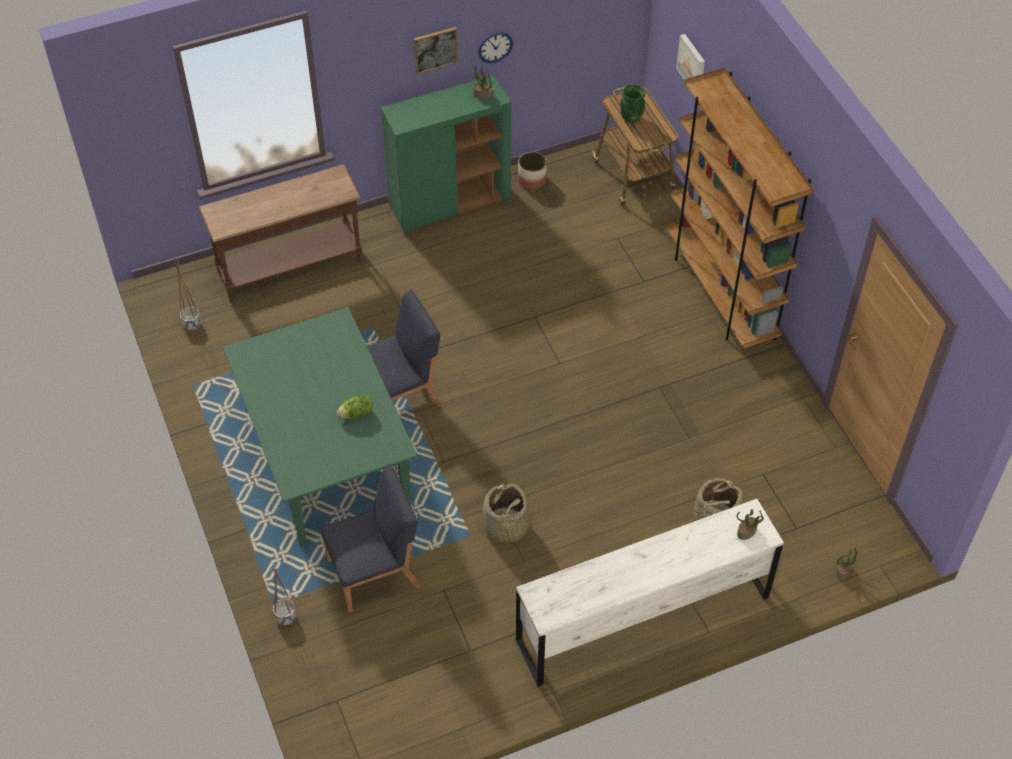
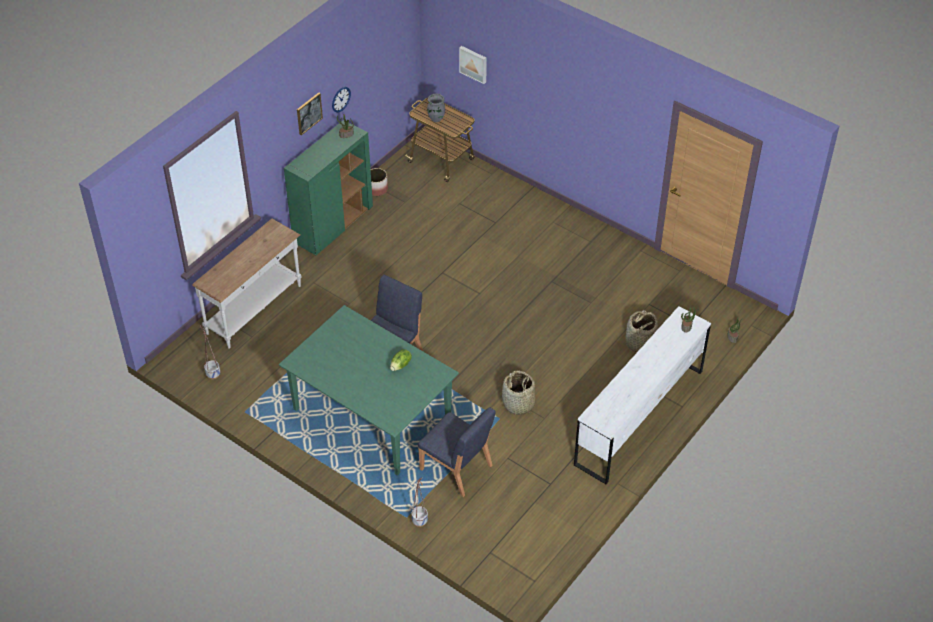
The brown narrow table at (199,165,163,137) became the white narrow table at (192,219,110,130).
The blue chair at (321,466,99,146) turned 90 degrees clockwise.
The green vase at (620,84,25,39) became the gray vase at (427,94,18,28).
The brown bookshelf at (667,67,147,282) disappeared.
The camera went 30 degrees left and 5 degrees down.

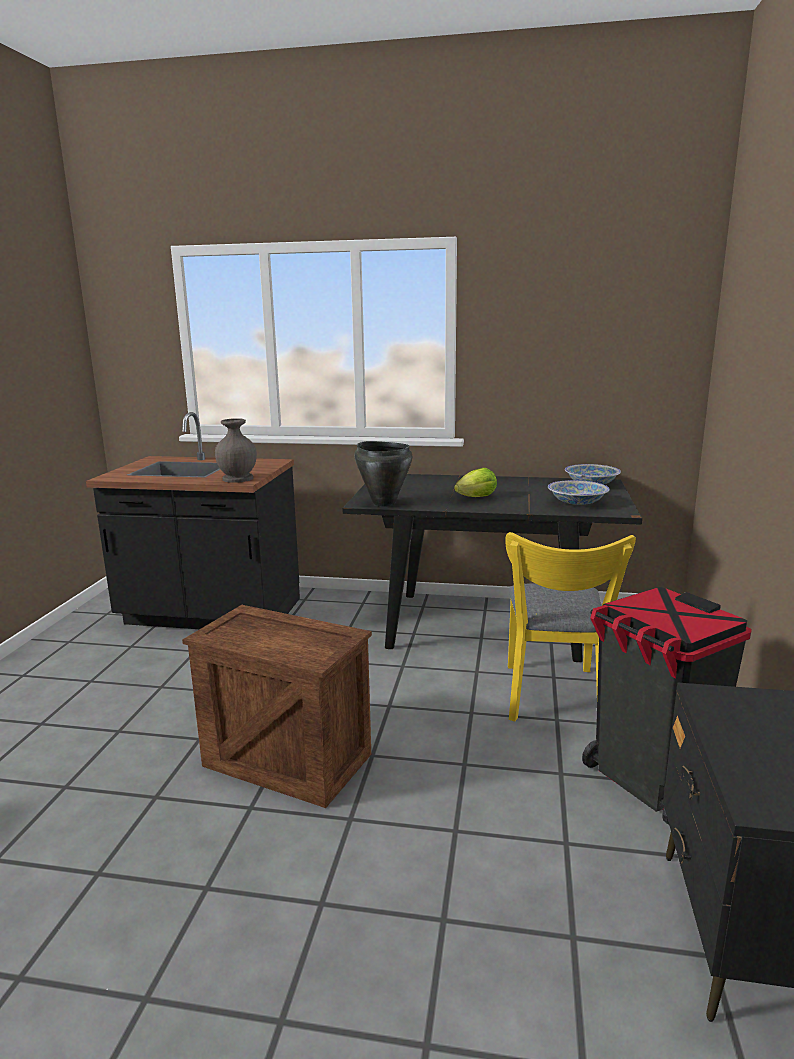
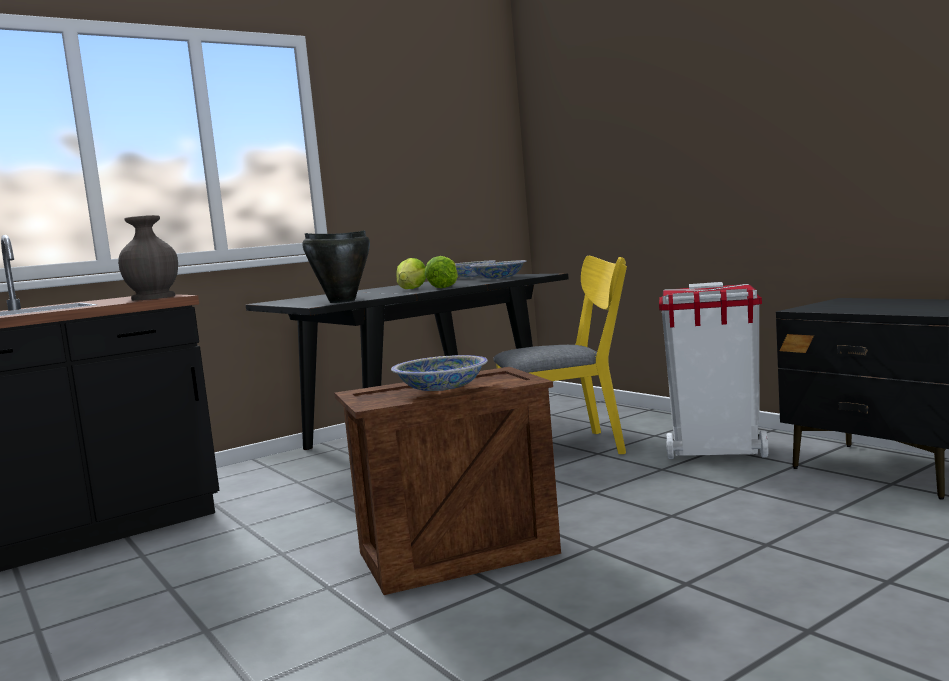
The bowl at (391,355,97,36) appeared.
The lettuce head at (425,256,33,32) appeared.
The yellow-coloured chair at (505,532,131,190) turned 60 degrees counterclockwise.
The black-coloured rubbish bin at (582,587,170,238) became the white rubbish bin at (659,282,109,177).
The camera went 45 degrees left and 10 degrees down.

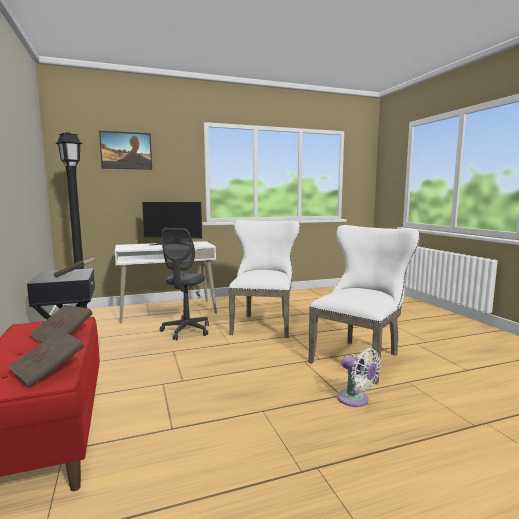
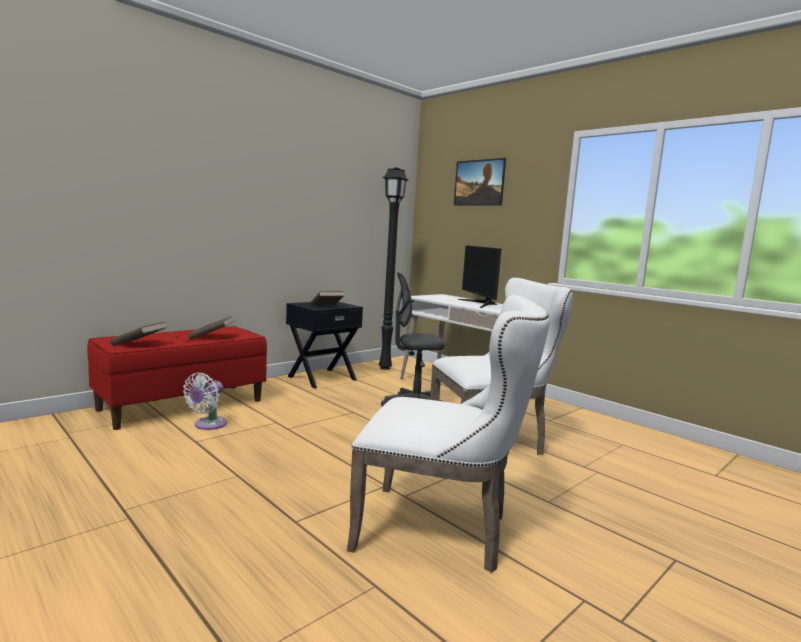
The white electric fan moved from (337,348,44,59) to (183,373,44,57).
The camera went 65 degrees right and 0 degrees up.

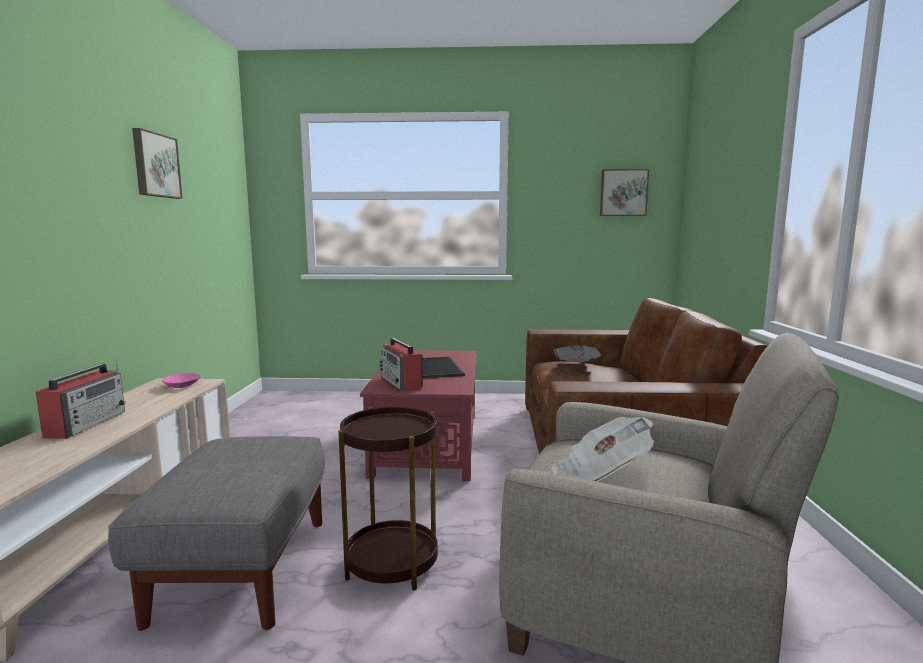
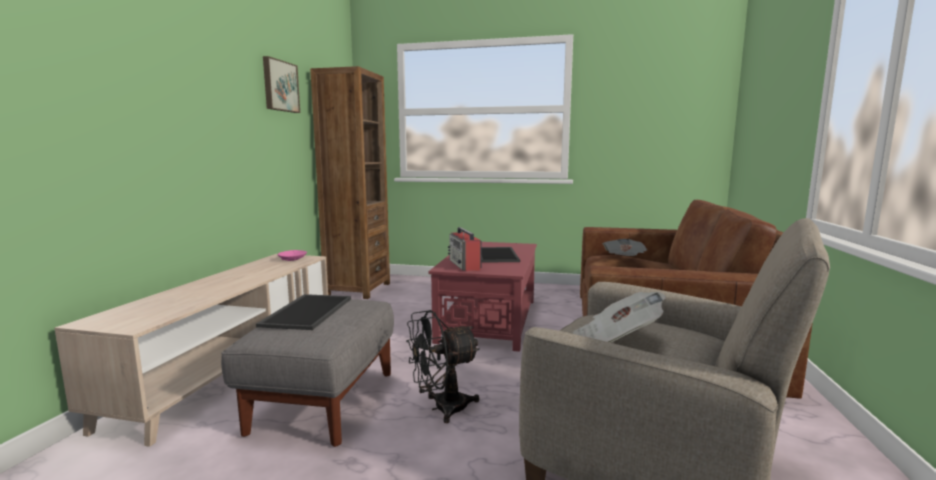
The serving tray at (256,294,95,36) appeared.
The brown bookshelf at (310,66,80,233) appeared.
The brown accent table at (338,407,100,184) was replaced by the black-coloured electric fan at (406,310,74,113).
The radio at (36,360,90,79) disappeared.
The wall picture at (600,169,49,47) disappeared.
The camera went 10 degrees right and 0 degrees up.

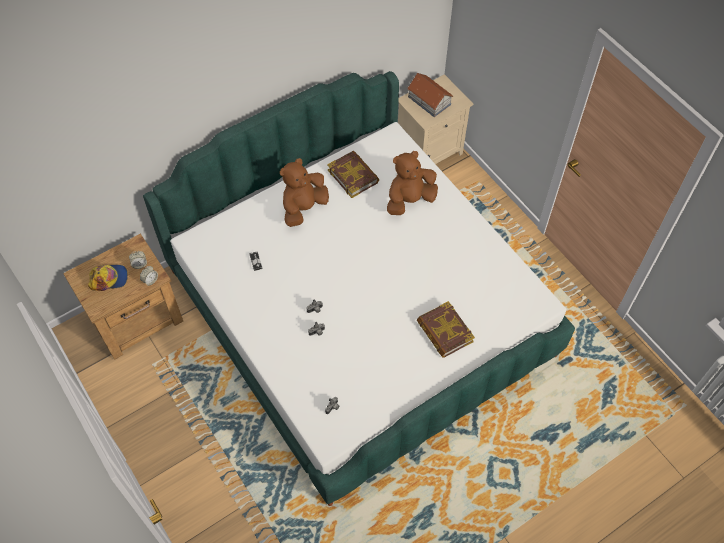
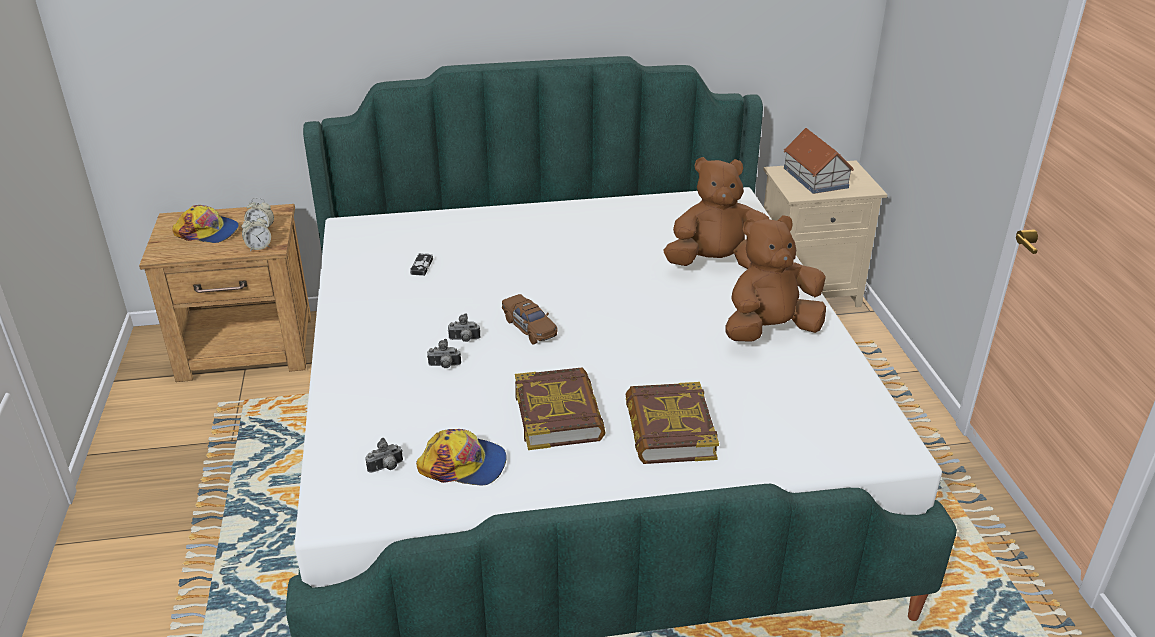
The peaked cap at (416,429,91,57) appeared.
The brown miniature car at (502,294,56,50) appeared.
The volume moved from (327,151,52,47) to (515,367,91,83).
The brown soft toy moved from (280,158,49,69) to (725,215,101,127).
The camera went 25 degrees right and 25 degrees down.

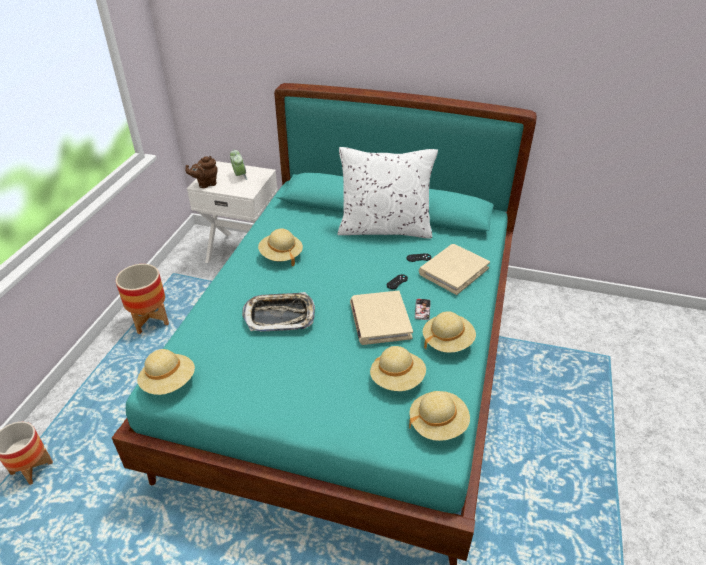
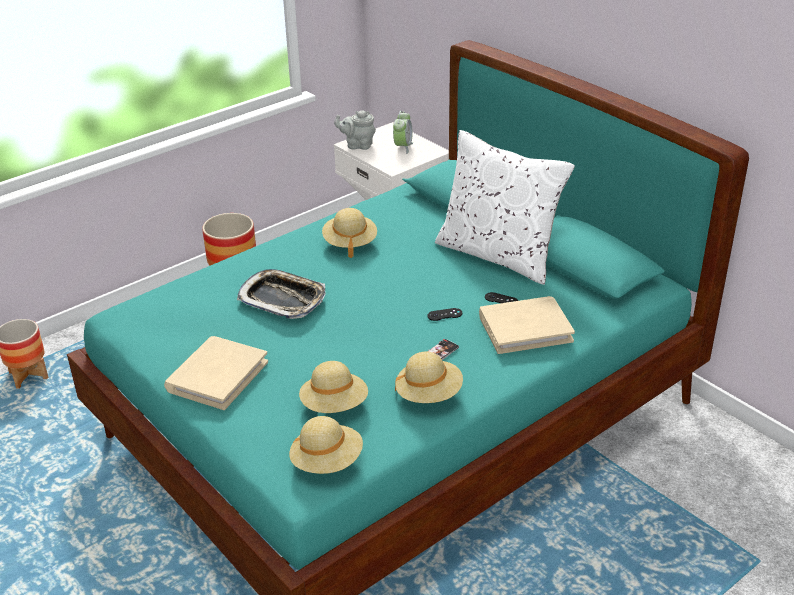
The beige volume moved from (350,290,63,55) to (164,336,104,74).
The brown pot for tea at (185,156,33,32) became the gray pot for tea at (334,110,42,40).
The beige hat at (137,349,58,46) disappeared.
The camera went 35 degrees right and 5 degrees down.

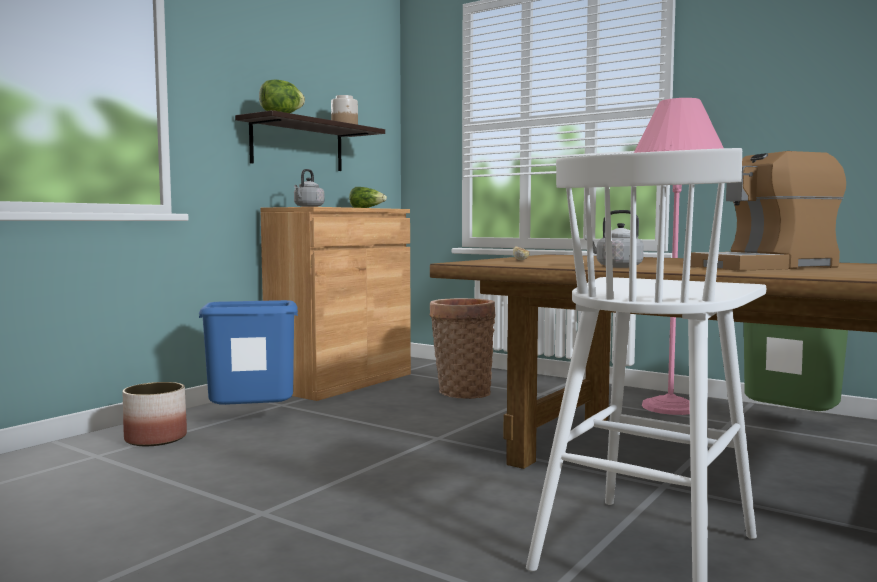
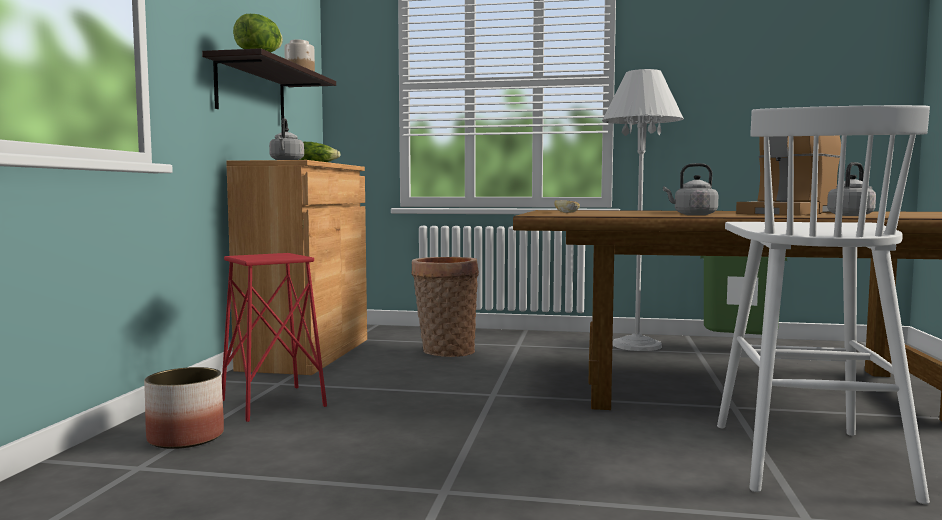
The blue rubbish bin at (199,300,99,105) was replaced by the red sitting stool at (222,253,105,169).
The pink floor lamp at (634,98,89,317) became the white floor lamp at (602,69,82,282).
The gray kettle at (827,162,49,54) appeared.
The camera went 25 degrees left and 0 degrees up.

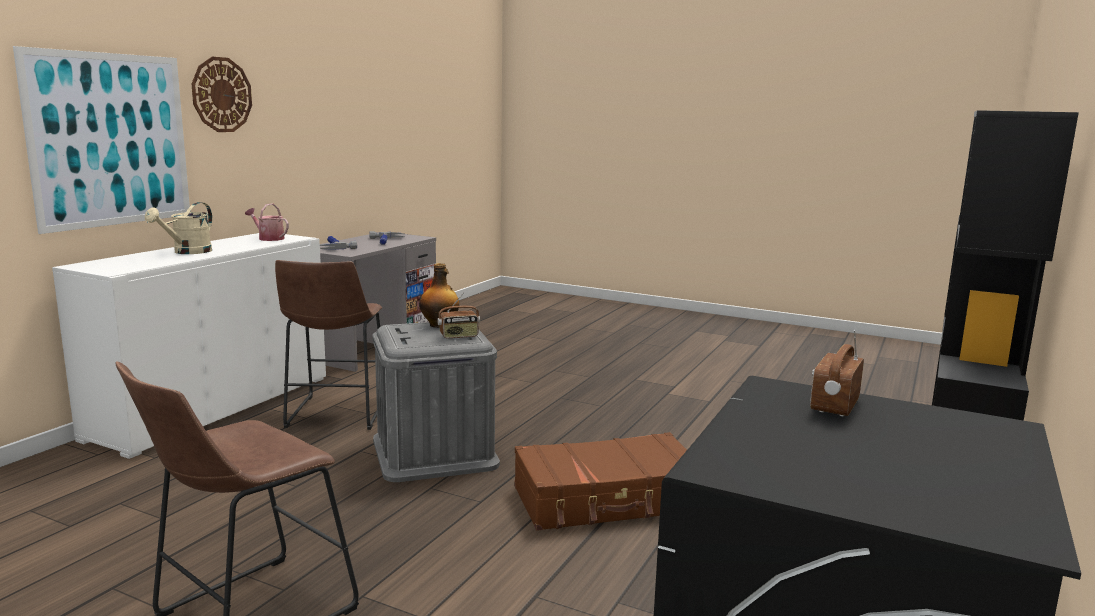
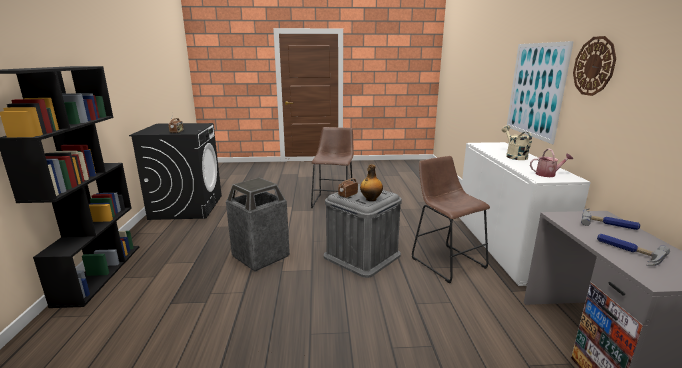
The brown travel case at (514,432,173,99) was replaced by the rubbish bin at (226,178,64,94).
The camera went 150 degrees right and 5 degrees up.

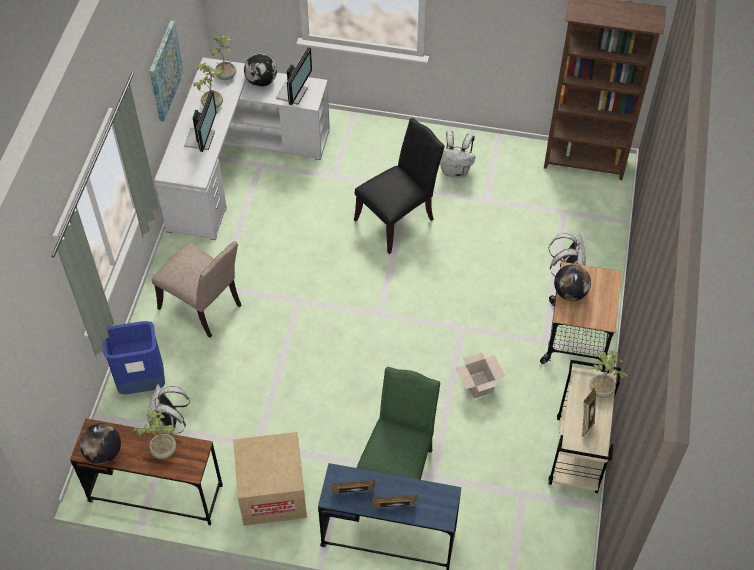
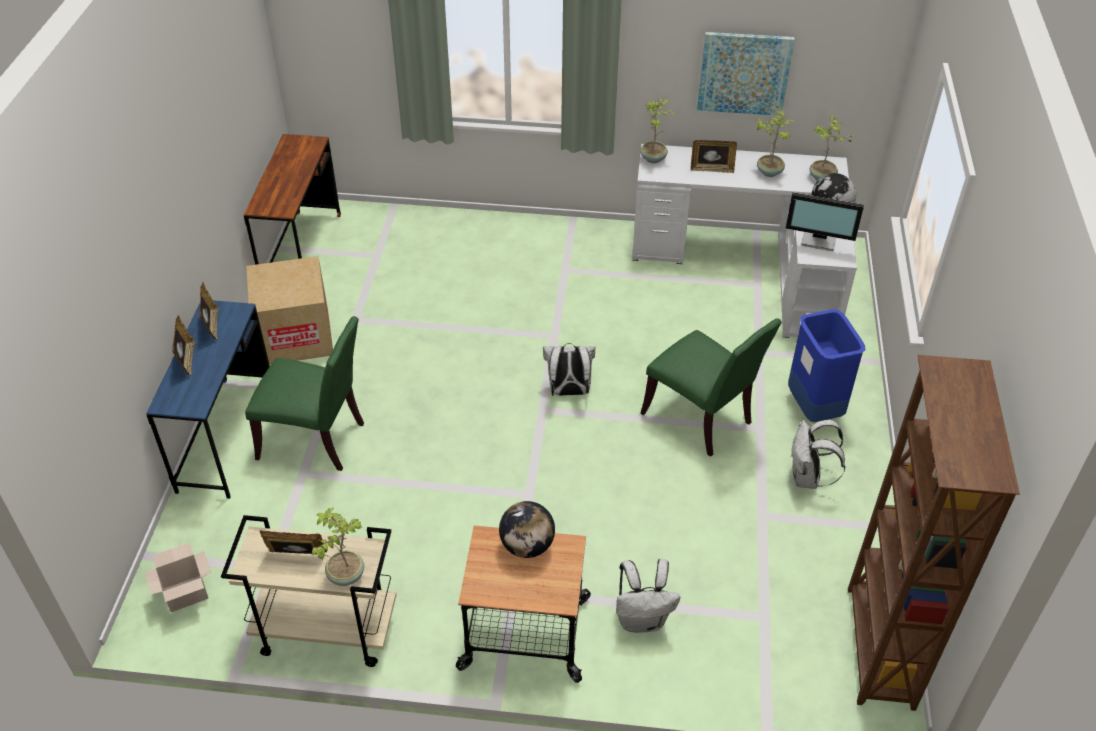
The cardboard box moved from (456,353,49,46) to (145,543,66,69).
The white backpack moved from (147,384,43,50) to (543,343,52,53).
The houseplant moved from (133,409,43,50) to (640,99,34,64).
The black-coloured chair at (354,118,91,136) became the green chair at (641,318,141,139).
The computer screen at (184,90,33,62) was replaced by the photo frame at (691,140,46,33).
The blue rubbish bin moved from (102,321,63,73) to (788,309,77,113).
The world globe at (80,423,41,41) disappeared.
The beige chair at (152,241,90,97) disappeared.
The camera went 85 degrees right and 10 degrees down.

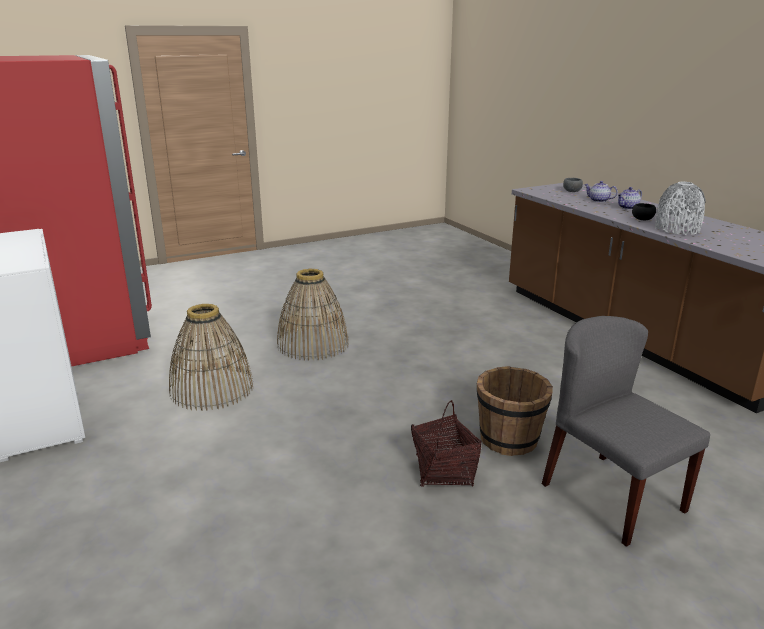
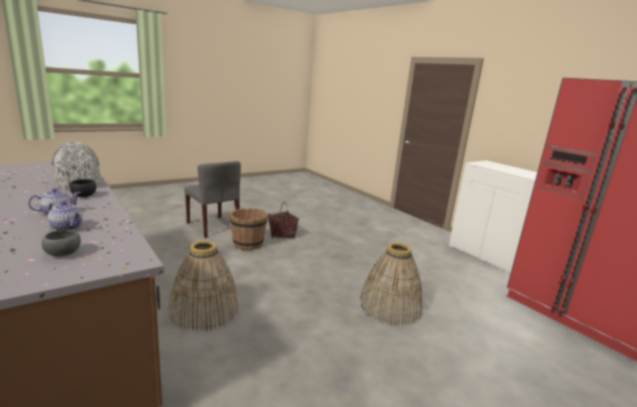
The basket moved from (169,304,84,107) to (169,241,70,91).
The camera went 170 degrees right and 5 degrees down.

